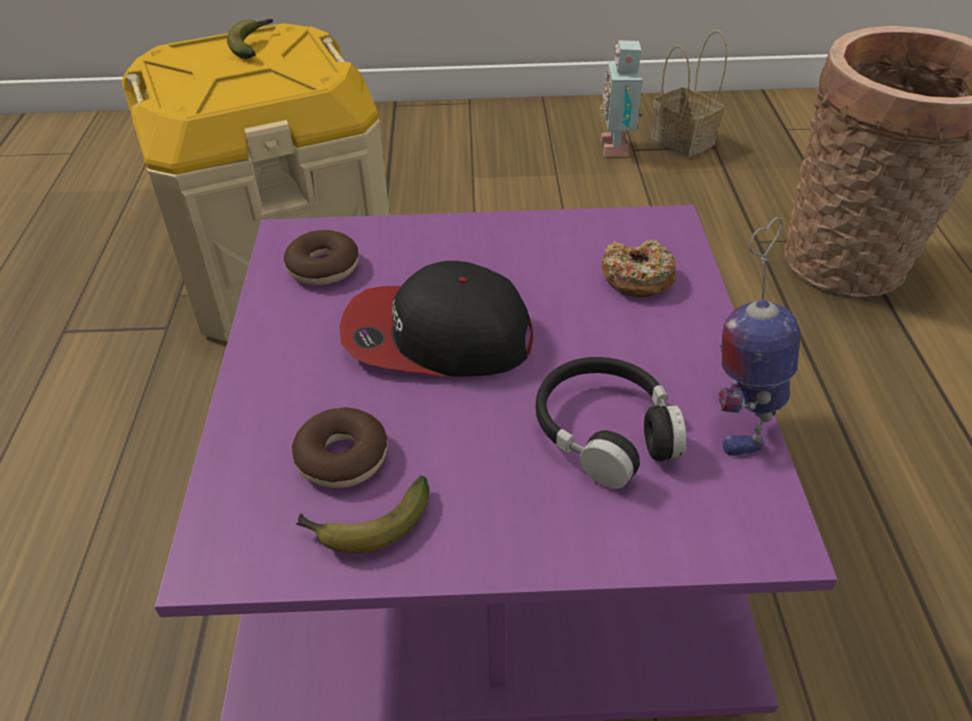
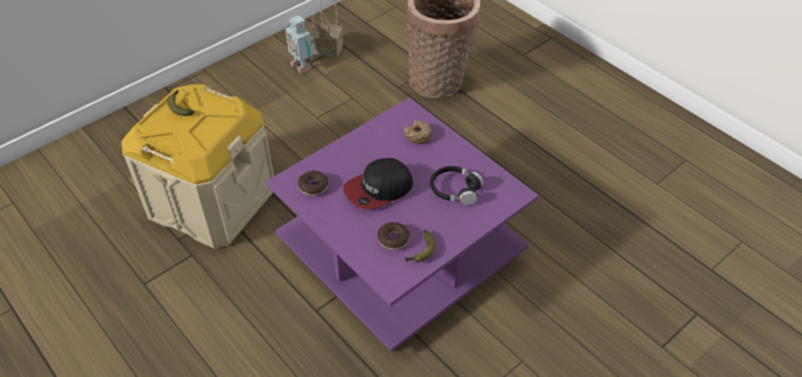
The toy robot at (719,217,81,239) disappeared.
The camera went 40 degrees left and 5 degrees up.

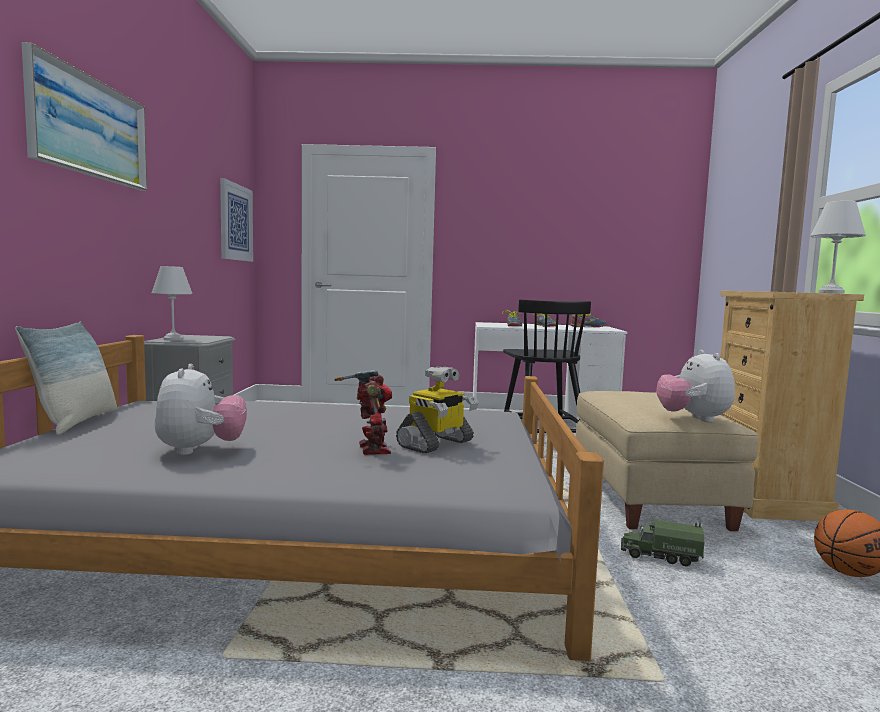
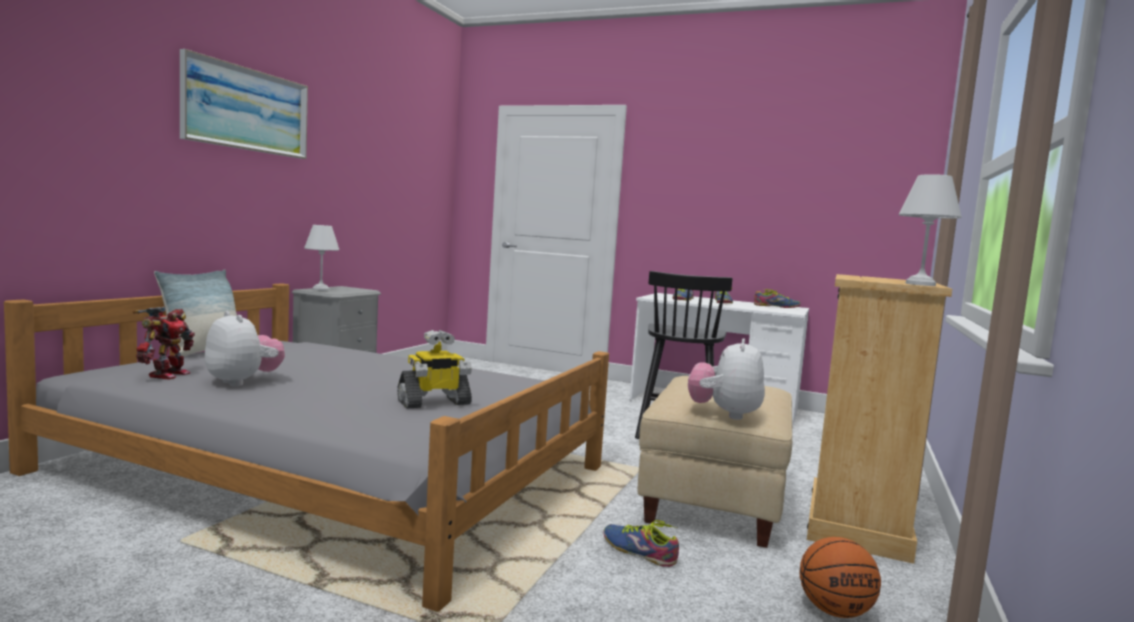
The toy robot moved from (335,369,57,86) to (133,307,62,73).
The soft toy at (154,364,93,91) turned 60 degrees counterclockwise.
The model truck at (621,520,83,46) was replaced by the item of footwear at (603,520,76,47).
The wall picture at (220,178,33,84) disappeared.
The camera went 20 degrees right and 0 degrees up.

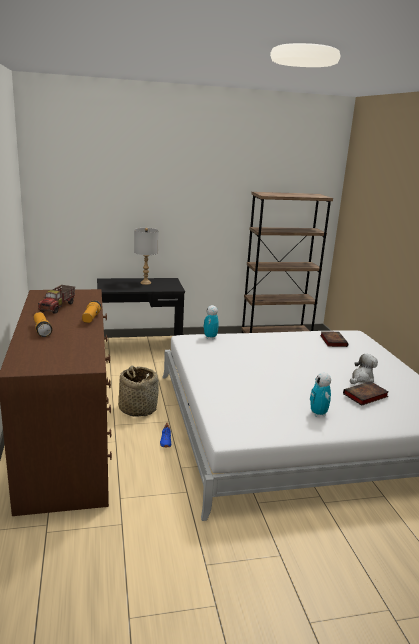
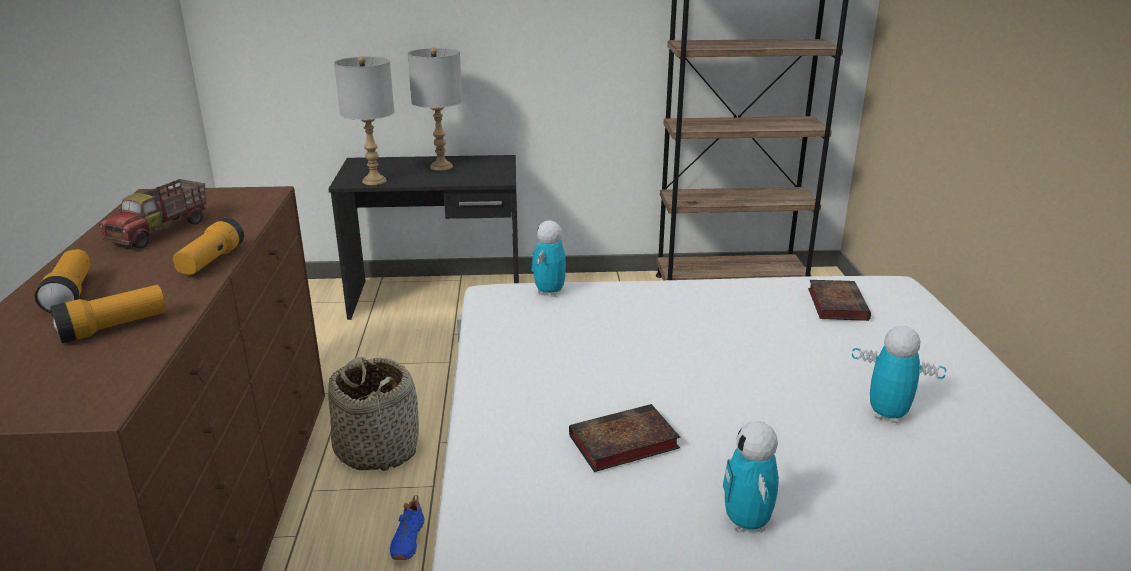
The flashlight at (50,285,117,58) appeared.
The gray tabletop lamp at (334,56,60,129) appeared.
The volume moved from (343,381,46,25) to (569,404,111,68).
The soft toy at (350,354,28,30) was replaced by the toy robot at (852,326,95,97).
The camera went 10 degrees right and 5 degrees up.

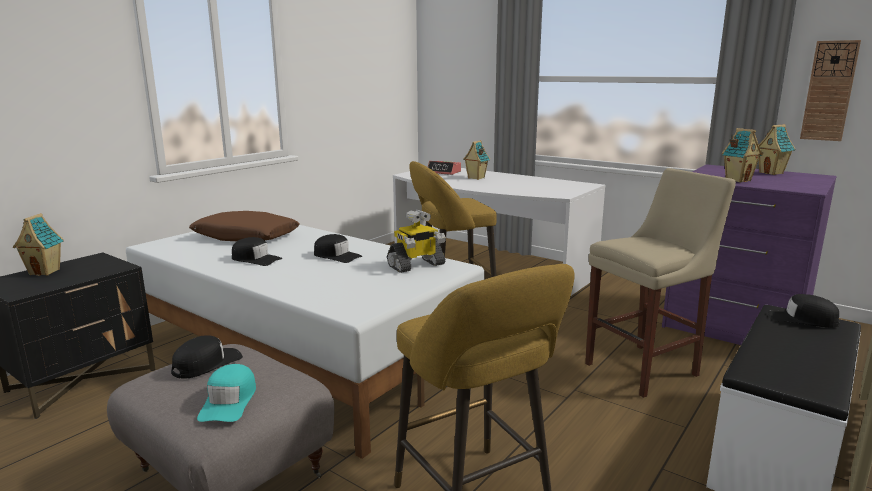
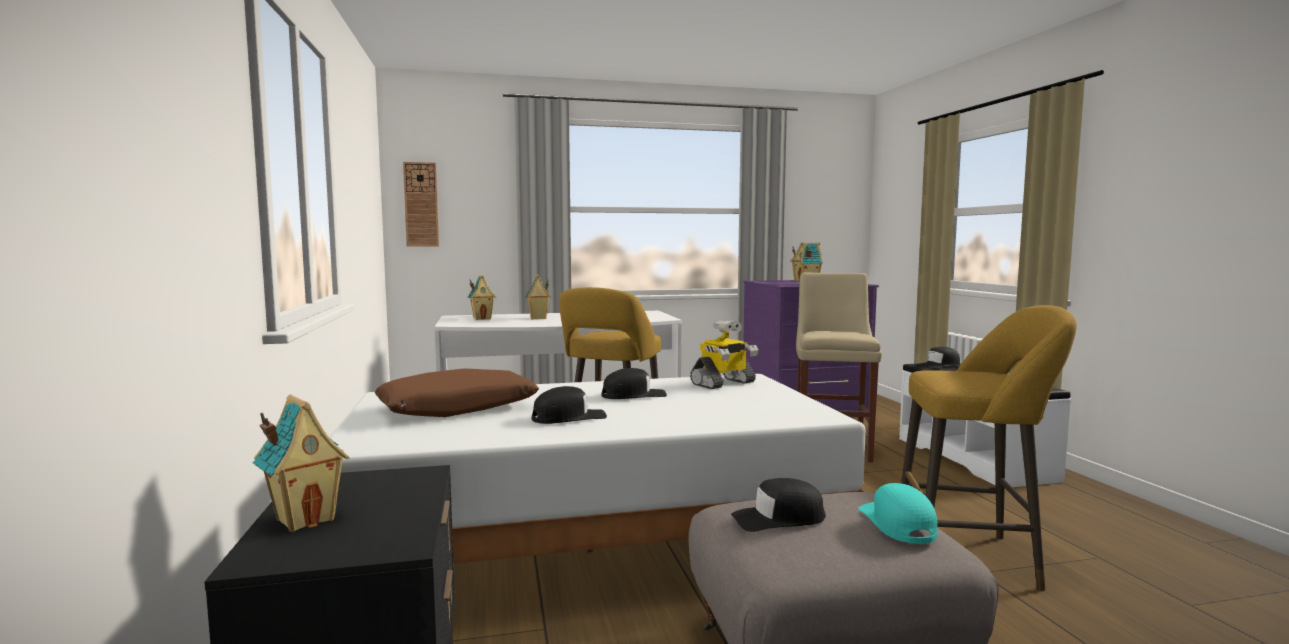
The wall clock moved from (800,40,61,101) to (403,162,36,85).
The bedside clock at (428,161,33,14) was replaced by the toy house at (468,275,28,45).
The toy robot at (387,209,59,64) turned 45 degrees clockwise.
The black-coloured peaked cap at (171,335,72,44) turned 90 degrees counterclockwise.
The turquoise-coloured peaked cap at (197,364,59,58) turned 135 degrees counterclockwise.
The camera went 50 degrees left and 10 degrees down.

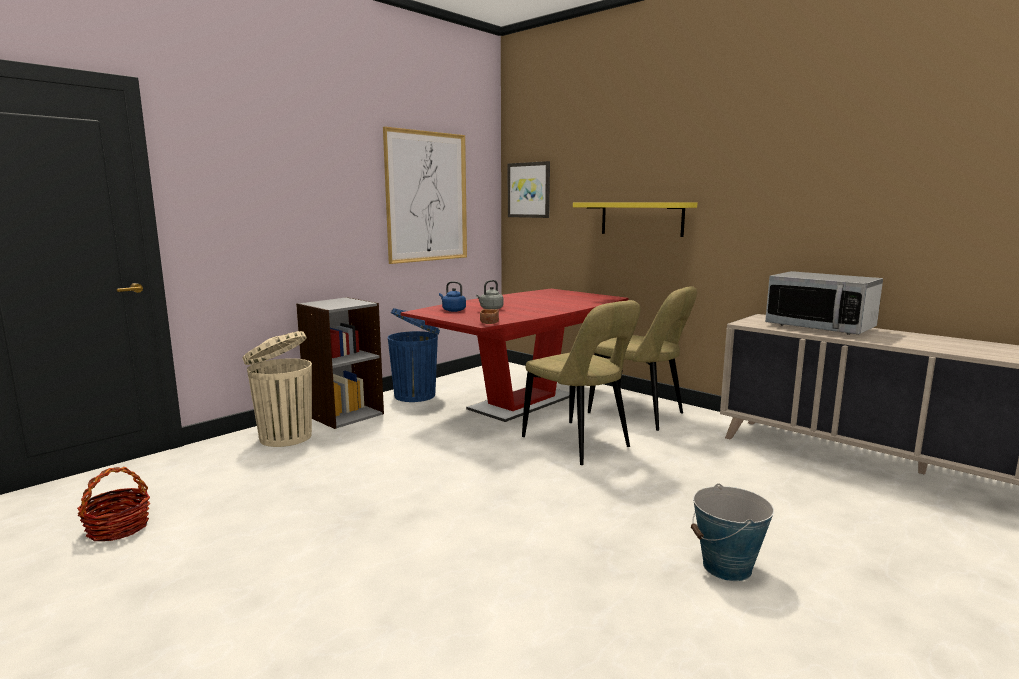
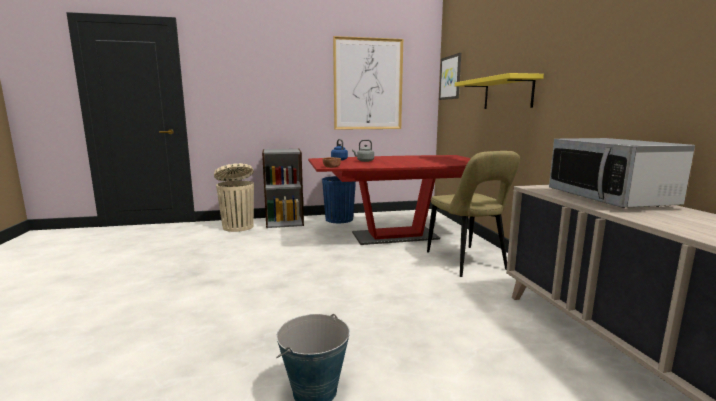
The basket at (77,467,73,74) disappeared.
The beige chair at (522,300,119,165) disappeared.
The camera went 35 degrees right and 0 degrees up.

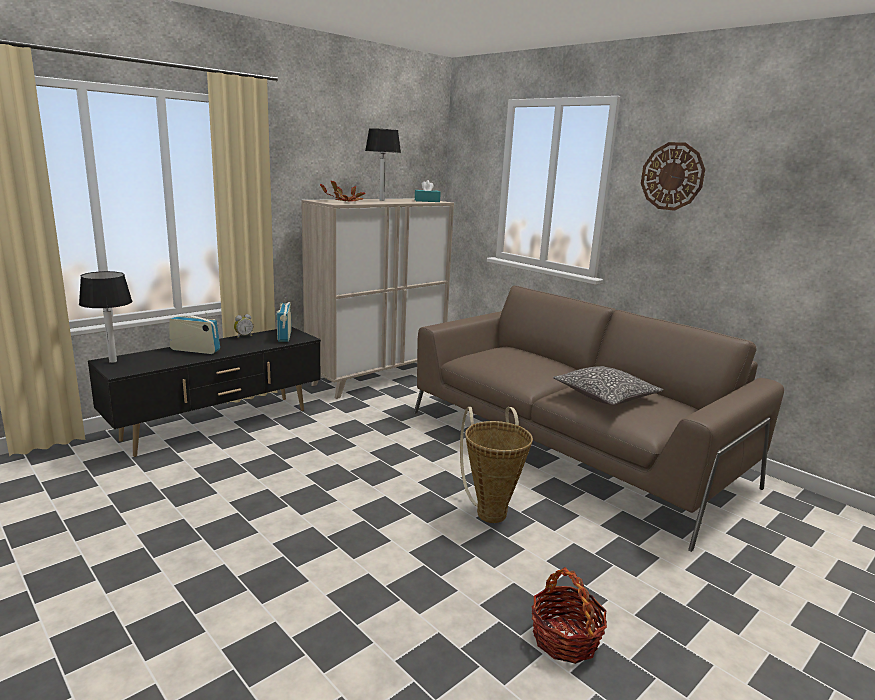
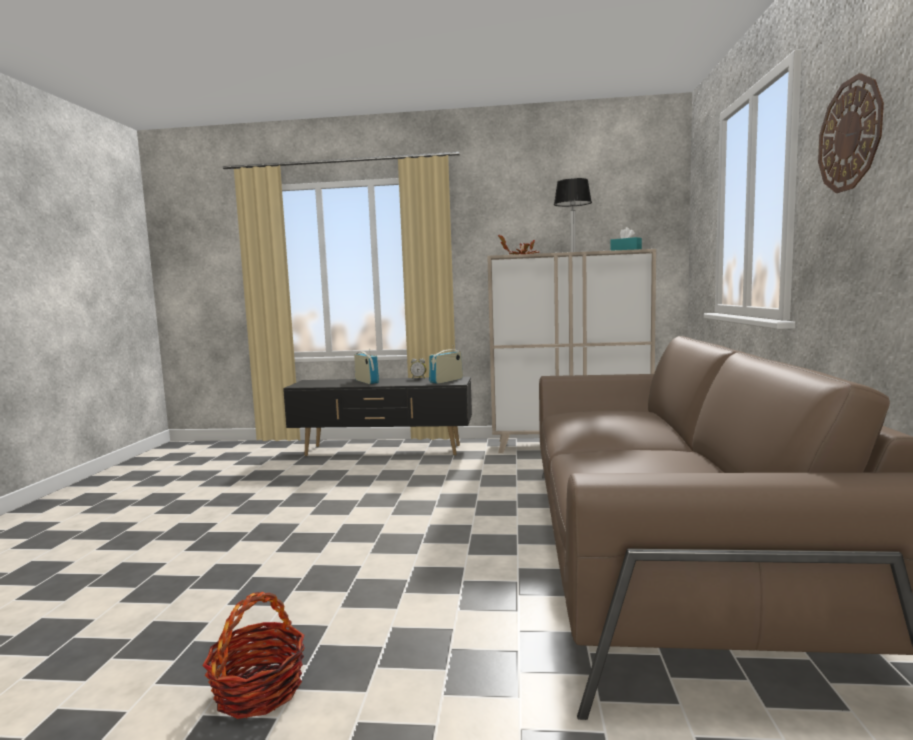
The tabletop lamp at (79,271,53,92) disappeared.
The basket at (460,407,73,116) disappeared.
The throw pillow at (553,366,110,39) disappeared.
The camera went 50 degrees right and 10 degrees down.

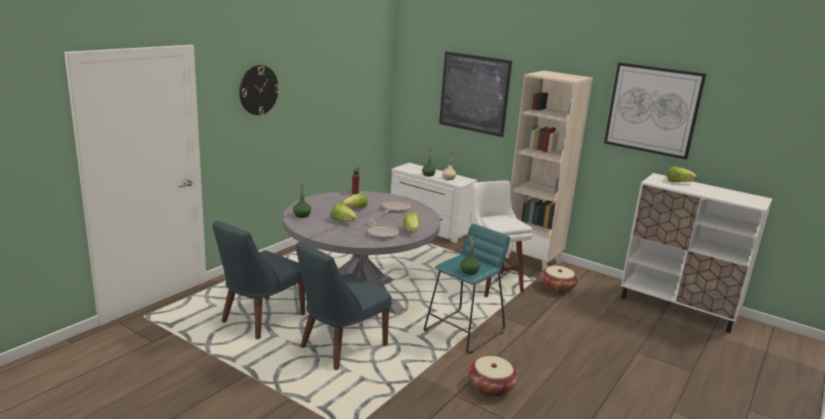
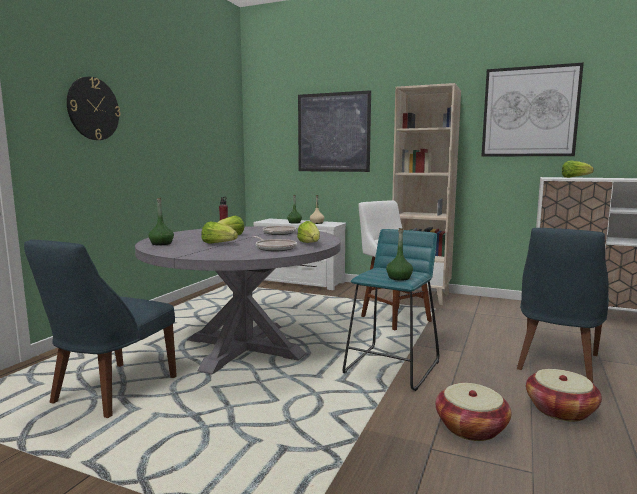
The blue chair moved from (296,241,95,129) to (517,228,92,155).
The basket moved from (541,266,37,27) to (526,369,76,53).
The camera went 10 degrees left and 10 degrees down.

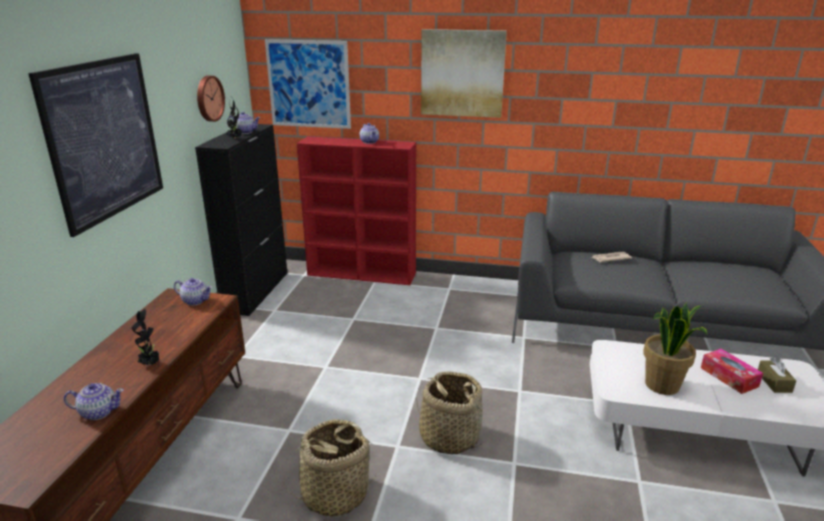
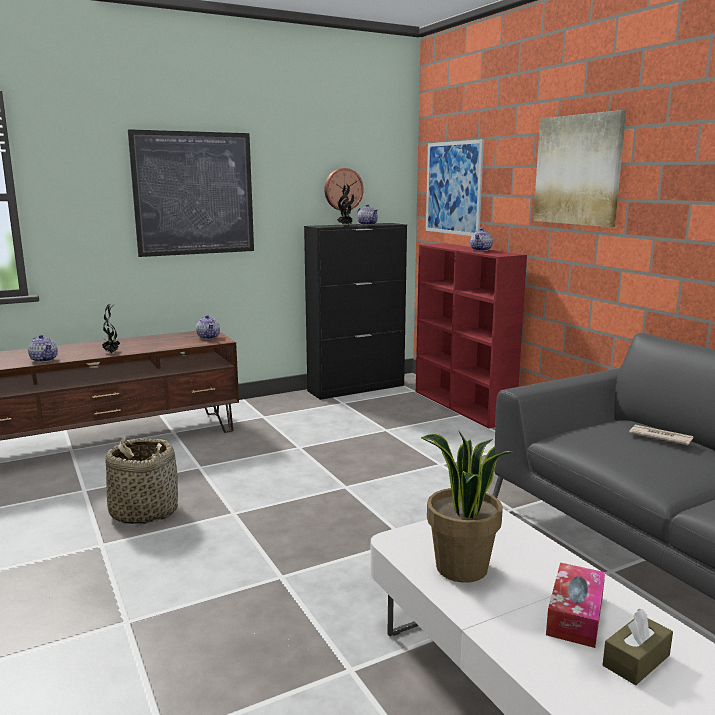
The basket at (417,371,66,84) disappeared.
The camera went 50 degrees right and 10 degrees down.

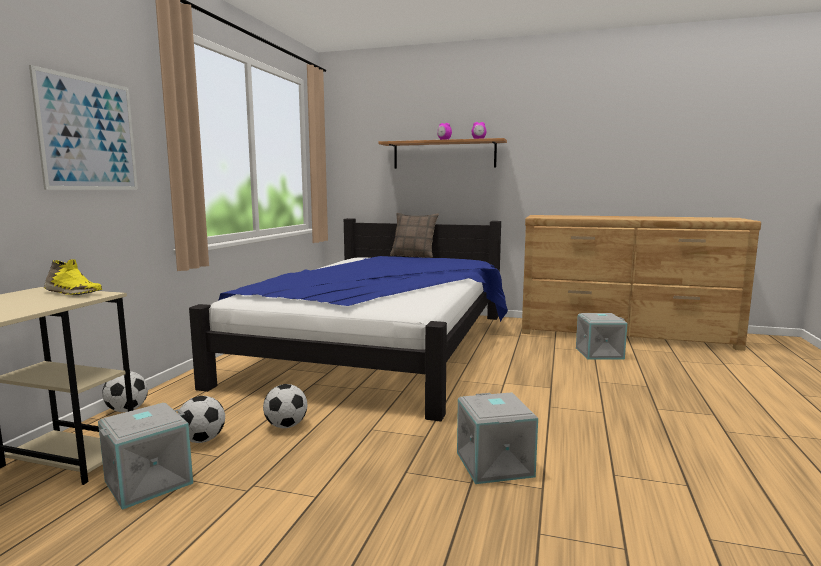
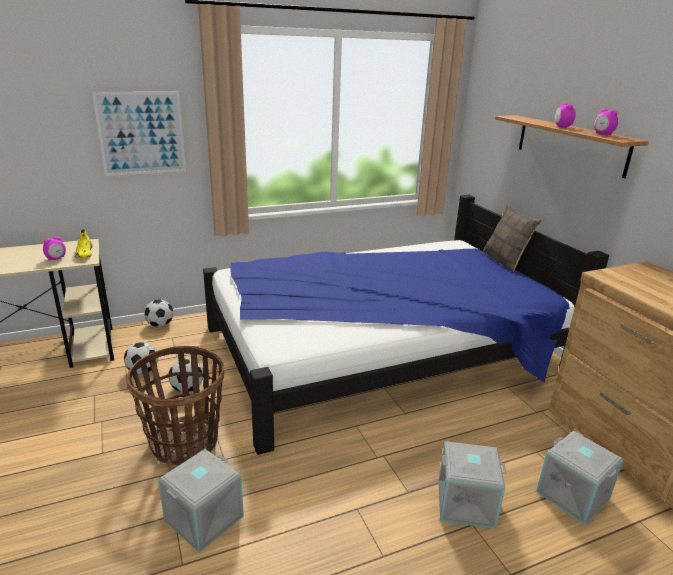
The bedside clock at (43,237,23,24) appeared.
The basket at (127,346,97,120) appeared.
The gray storage bin moved from (98,403,95,107) to (439,441,68,88).
The camera went 50 degrees right and 15 degrees up.

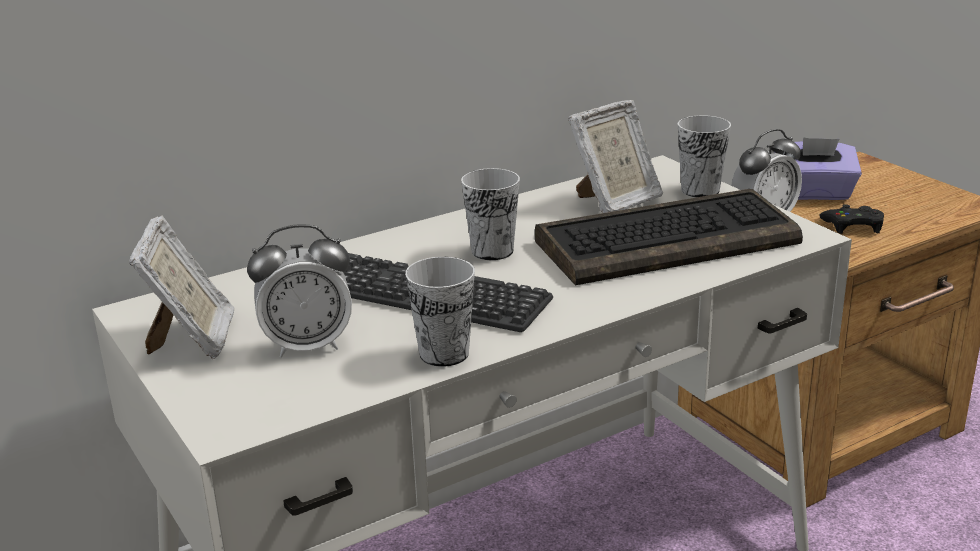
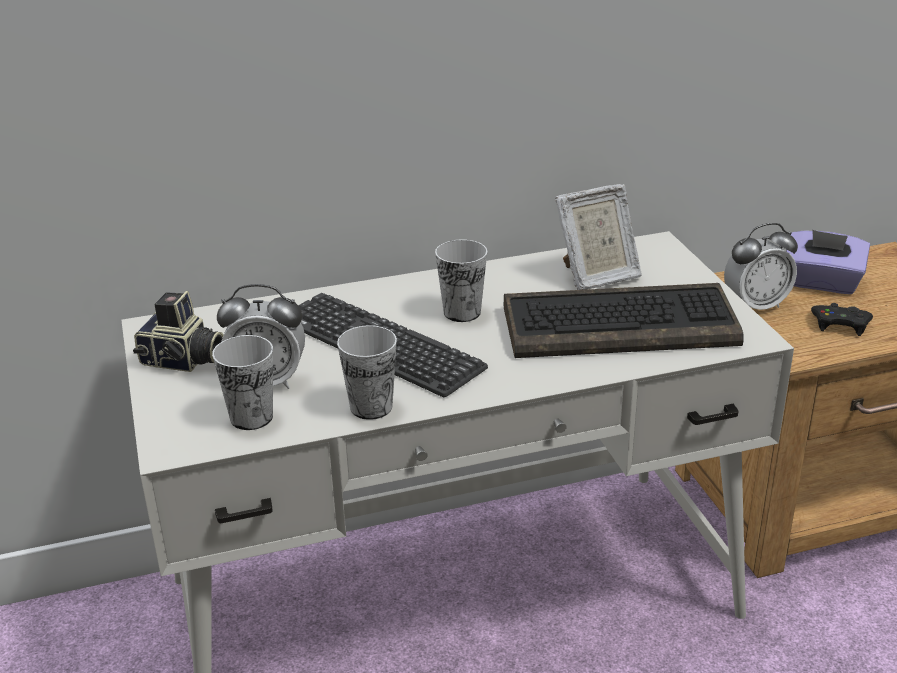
The photo frame at (129,216,105,143) was replaced by the photo camera at (133,291,91,81).
The drinking cup moved from (678,115,53,83) to (212,335,61,95).
The camera went 15 degrees right and 5 degrees up.

